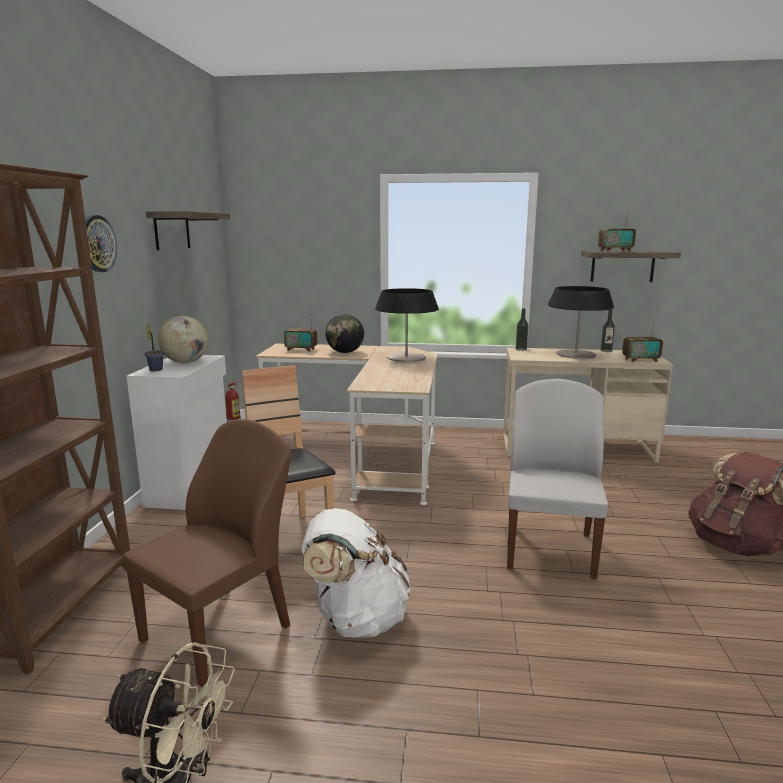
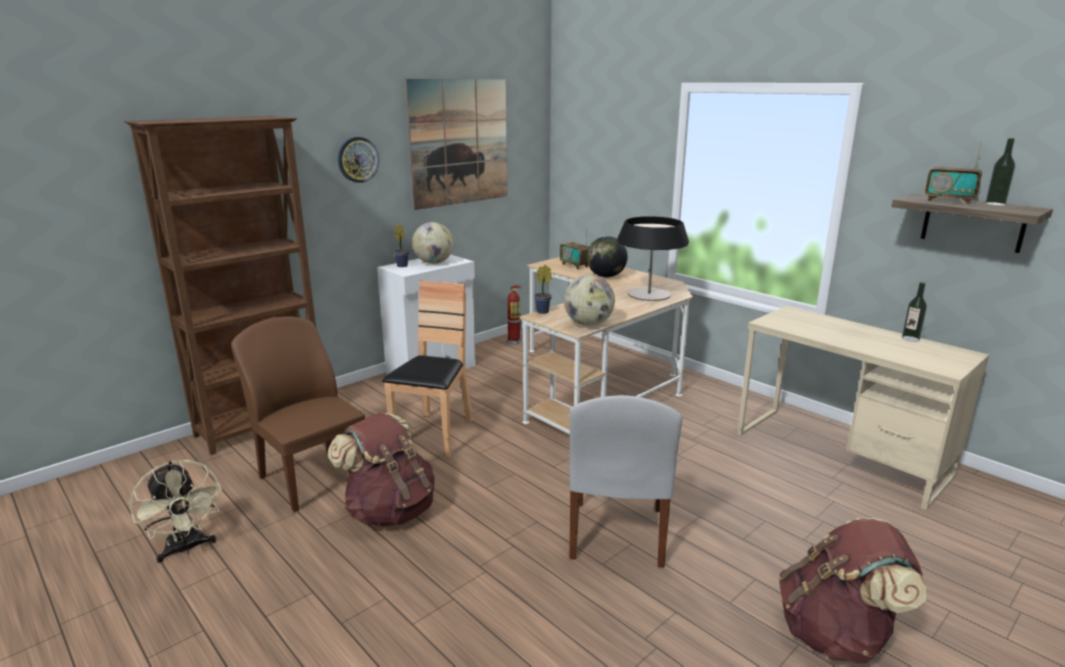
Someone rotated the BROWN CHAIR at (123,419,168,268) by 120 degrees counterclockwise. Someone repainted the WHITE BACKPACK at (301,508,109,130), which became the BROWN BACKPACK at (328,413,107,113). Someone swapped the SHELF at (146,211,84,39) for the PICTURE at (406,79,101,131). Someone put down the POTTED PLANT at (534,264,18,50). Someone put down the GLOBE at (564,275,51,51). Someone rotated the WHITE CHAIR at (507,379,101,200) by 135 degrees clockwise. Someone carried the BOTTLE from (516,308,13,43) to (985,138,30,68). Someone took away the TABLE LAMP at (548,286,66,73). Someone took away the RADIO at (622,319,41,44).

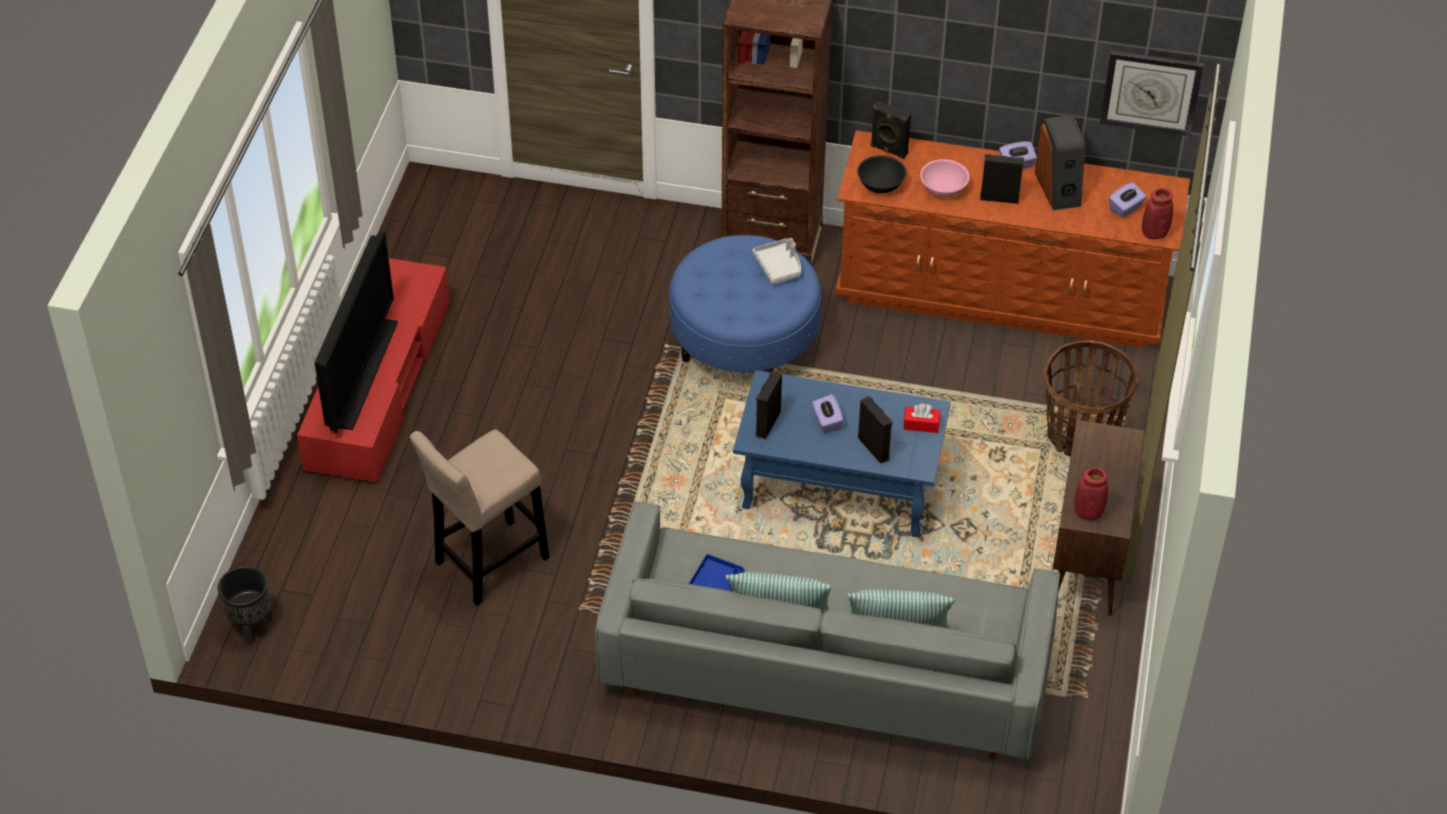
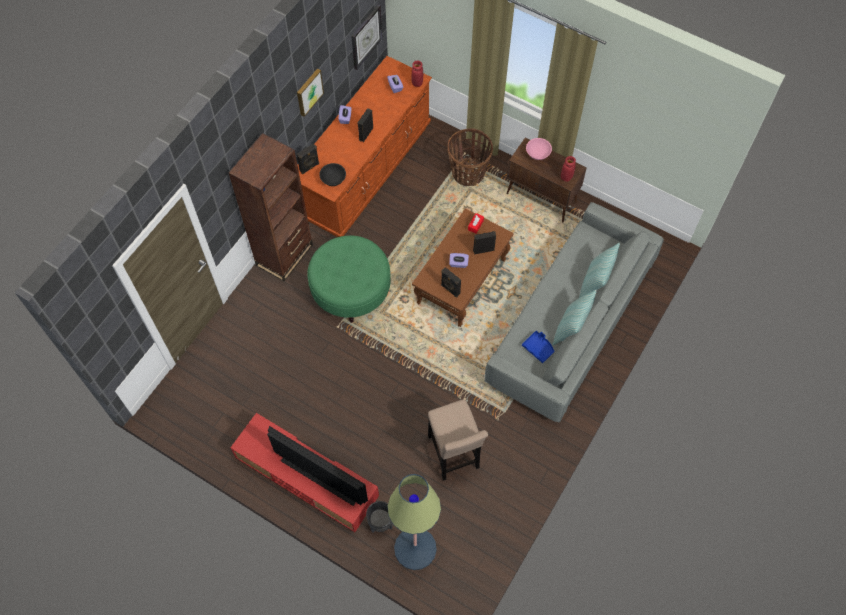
Someone put up the PICTURE at (297,69,27,48). Someone repainted the BLUE OTTOMAN at (669,235,152,138), which became the GREEN OTTOMAN at (307,236,84,87). Someone carried the BLACK PLANTER from (218,566,54,79) to (366,501,27,31). Someone put down the FLOOR LAMP at (387,474,54,96). Someone repainted the BLUE COFFEE TABLE at (733,370,218,167), which became the BROWN COFFEE TABLE at (412,208,102,119). Someone carried the PINK BOWL from (920,159,50,38) to (526,138,26,22). Someone took away the GREY TRAY at (753,238,48,46). Someone took away the SPEAKER at (1035,115,50,95).

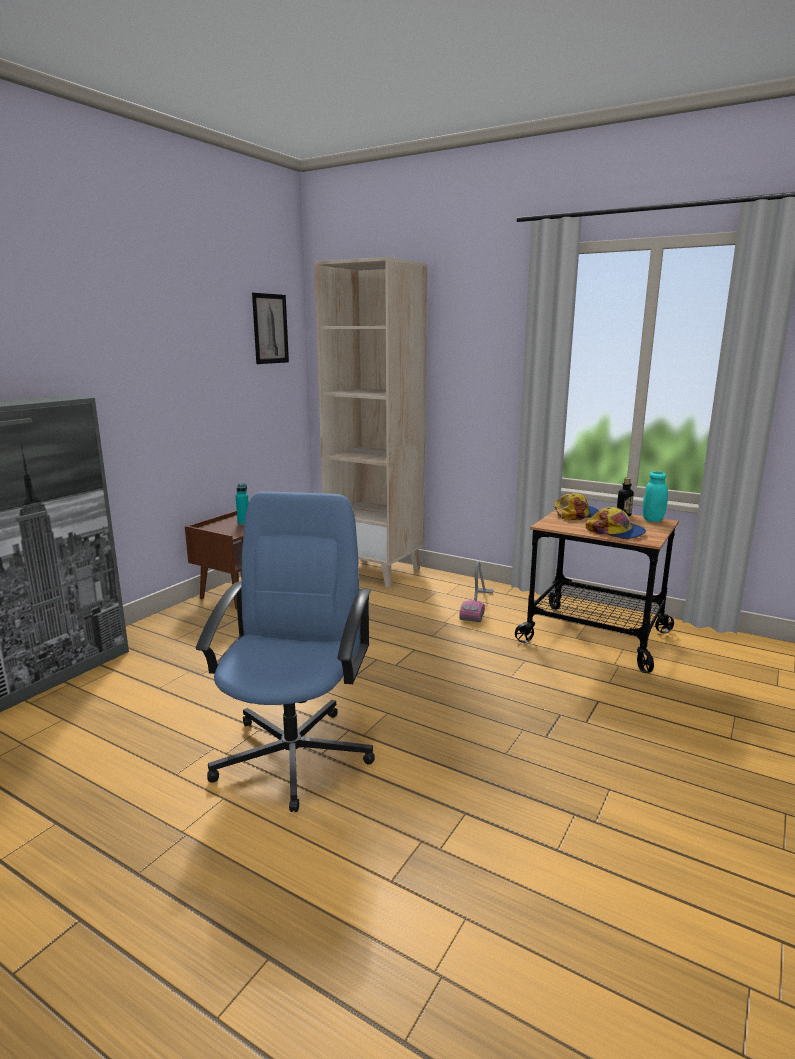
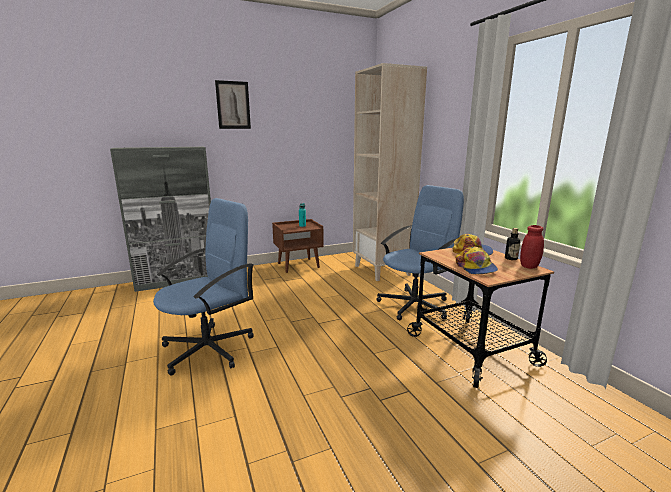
Someone carried the PICTURE from (252,293,37,71) to (215,80,36,49). Someone swapped the VACUUM CLEANER at (459,561,35,61) for the BLUE OFFICE CHAIR at (376,185,88,136). Someone repainted the TURQUOISE JAR at (643,471,25,51), which became the RED JAR at (520,225,24,44).

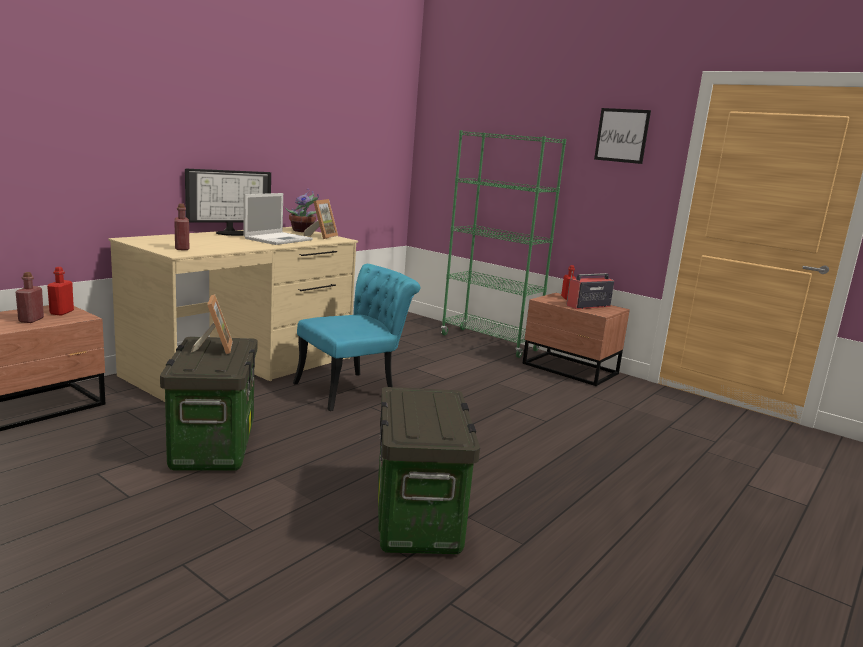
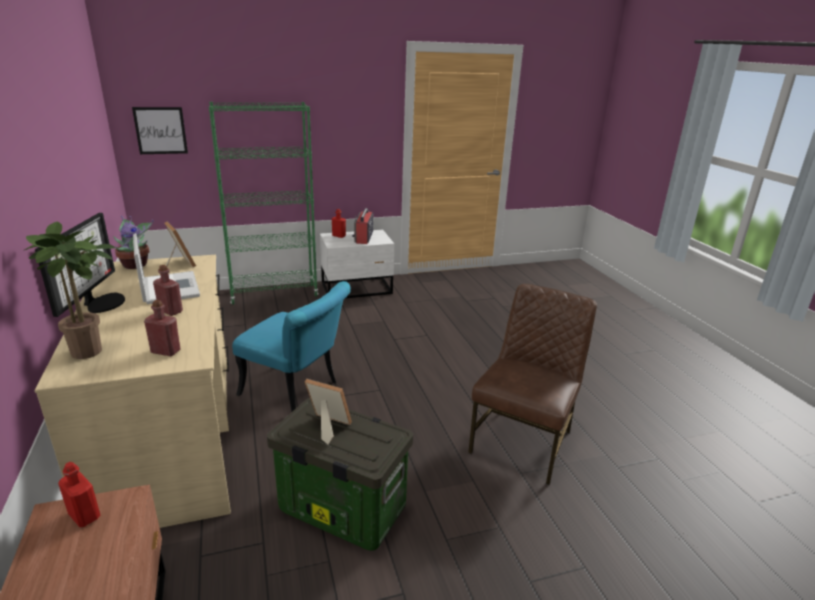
Someone put down the POTTED PLANT at (24,221,91,138). Someone carried the PICTURE from (594,108,57,56) to (132,107,56,47). Someone carried the RED BOTTLE from (16,272,28,51) to (153,265,30,51). Someone rotated the TURQUOISE CHAIR at (293,264,127,147) by 120 degrees clockwise. Someone repainted the BROWN NIGHTSTAND at (522,293,108,93), which became the WHITE NIGHTSTAND at (320,230,74,69). Someone swapped the STORAGE BOX at (378,387,102,167) for the BROWN CHAIR at (468,284,129,201).

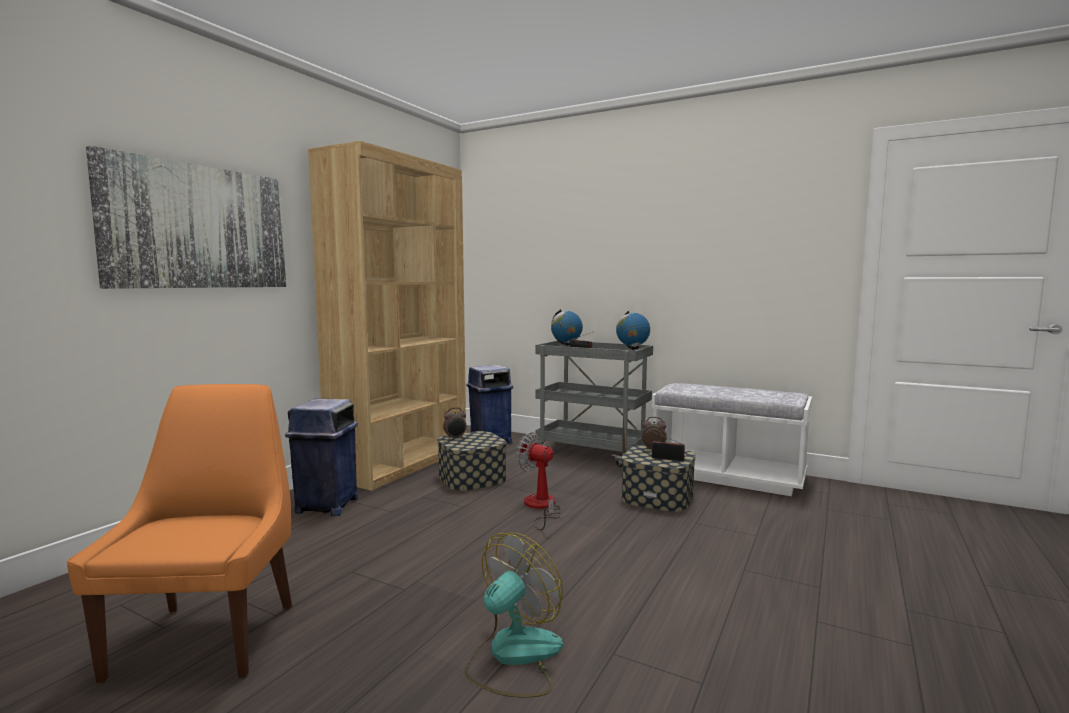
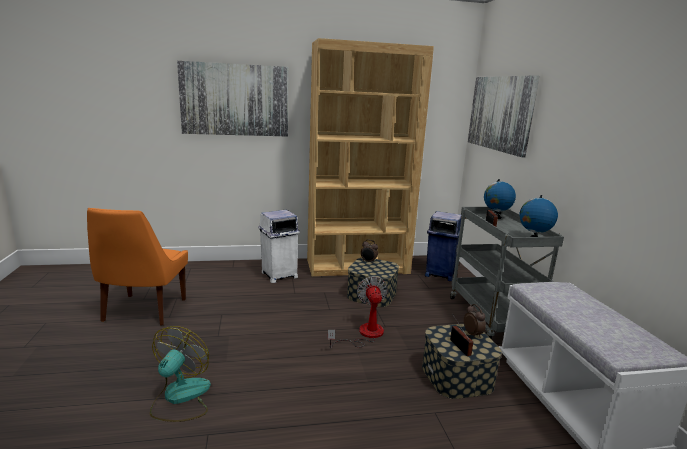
Someone rotated the ORANGE CHAIR at (67,384,225,299) by 135 degrees clockwise. Someone rotated the FAN at (465,533,98,164) by 75 degrees counterclockwise. Someone repainted the BLUE TRASH CAN at (285,399,73,117), which became the WHITE TRASH CAN at (258,210,42,73). Someone put up the PICTURE at (468,75,71,82).

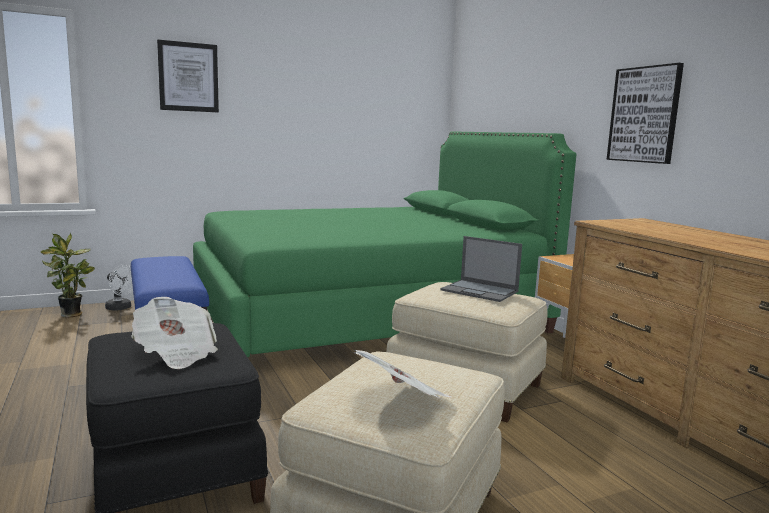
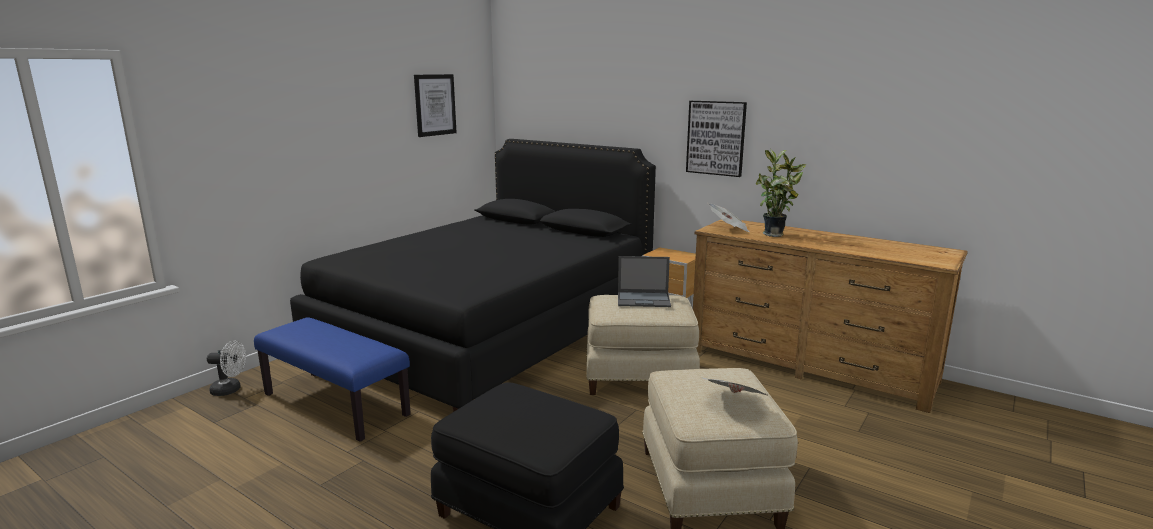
Someone repainted the GREEN BED at (193,132,383,225), which became the BLACK BED at (290,139,366,272). Someone carried the PICTURE from (157,39,62,73) to (414,74,43,63). Someone carried the NEWSPAPER from (132,297,86,72) to (707,203,42,29). Someone carried the POTTED PLANT from (41,233,54,85) to (756,149,50,88).

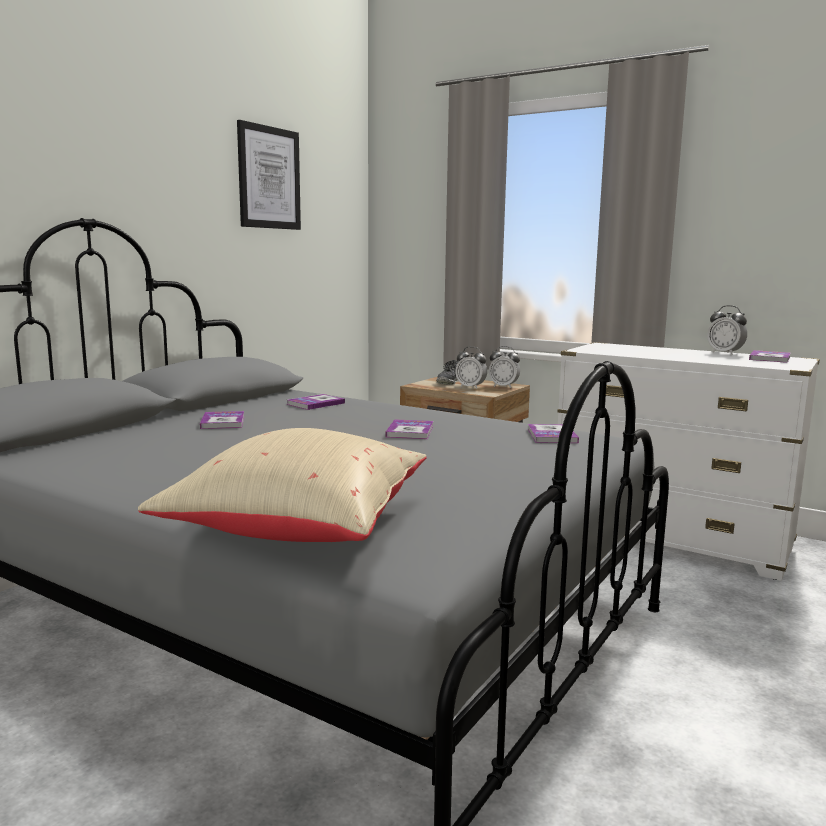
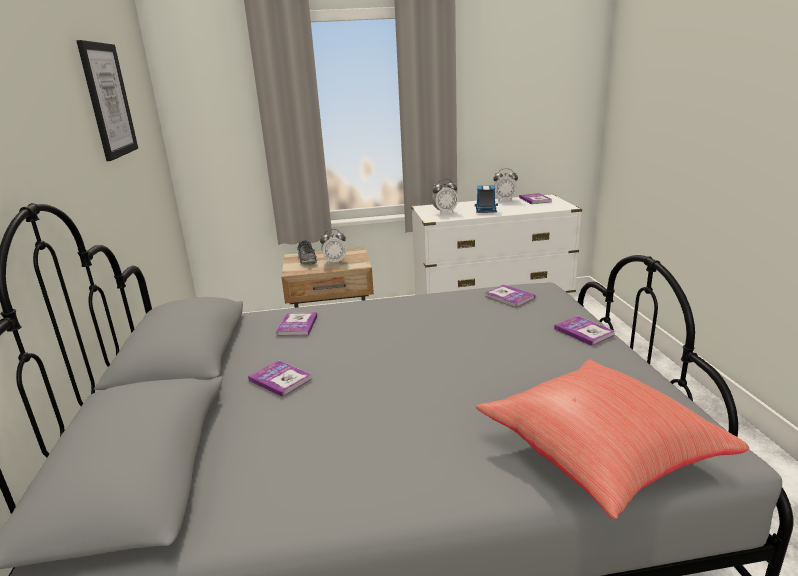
Someone carried the ALARM CLOCK from (489,346,31,42) to (432,179,26,35). Someone put down the TOY TRUCK at (475,185,23,28). Someone repainted the BEIGE PILLOW at (138,428,289,114), which became the RED PILLOW at (476,359,273,160). Someone carried the BOOK from (385,419,48,20) to (554,316,61,30).

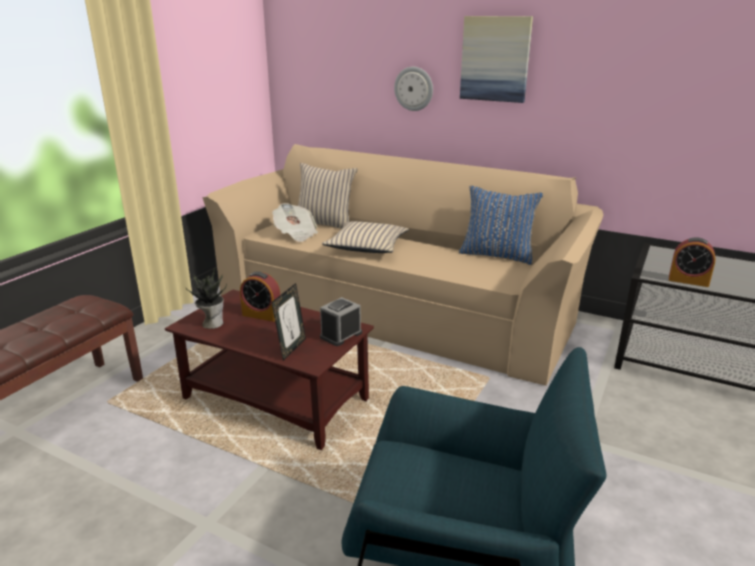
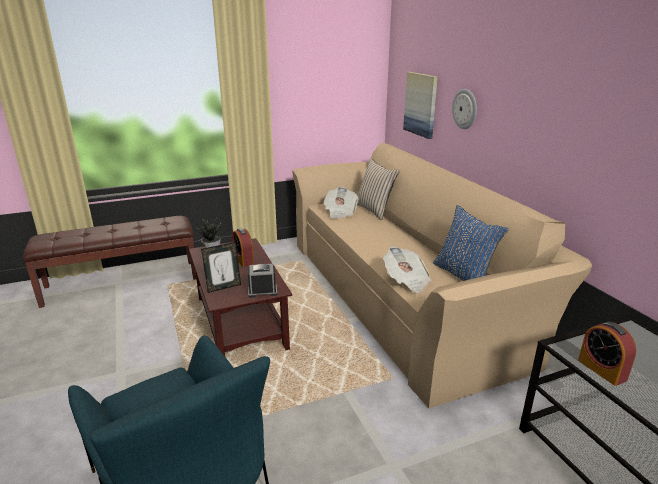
Someone put down the NEWSPAPER at (383,246,49,47). Someone carried the PICTURE from (460,16,73,87) to (403,72,35,67). Someone took away the BEIGE PILLOW at (322,221,87,32).

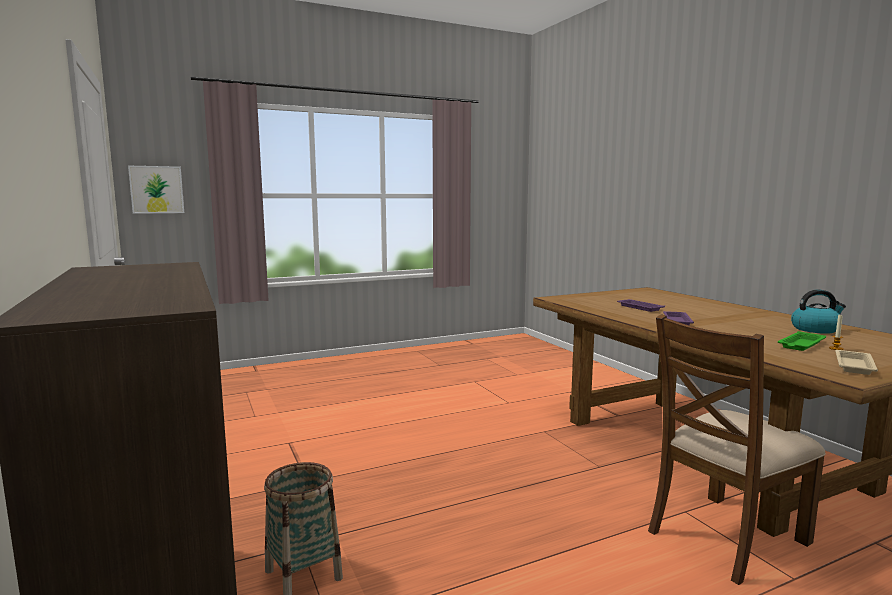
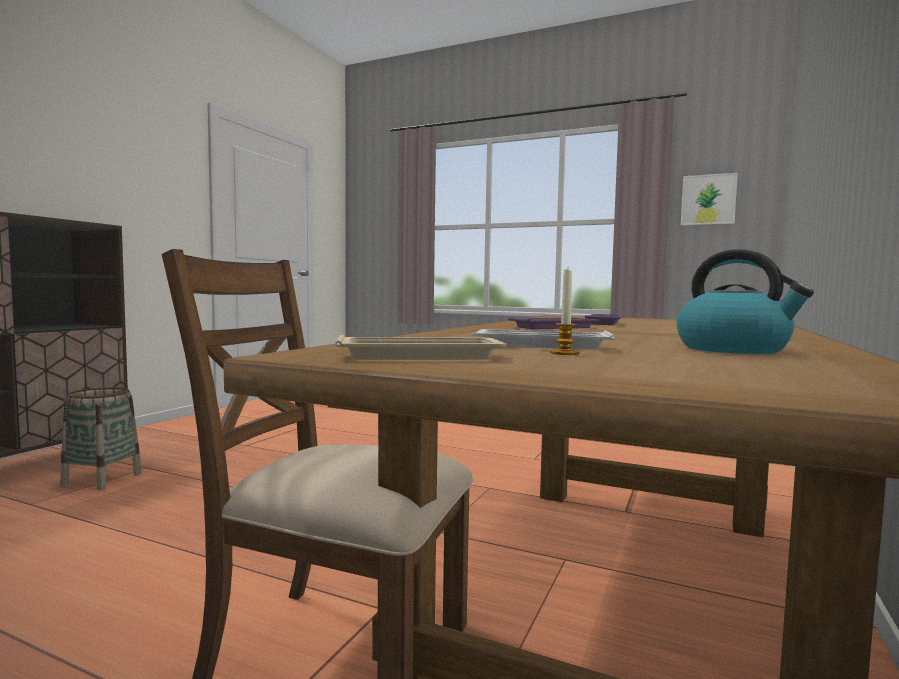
Someone repainted the GREEN TRAY at (778,331,48,20), which became the WHITE TRAY at (471,329,144,21). Someone carried the PICTURE from (128,166,56,48) to (681,173,57,52).

